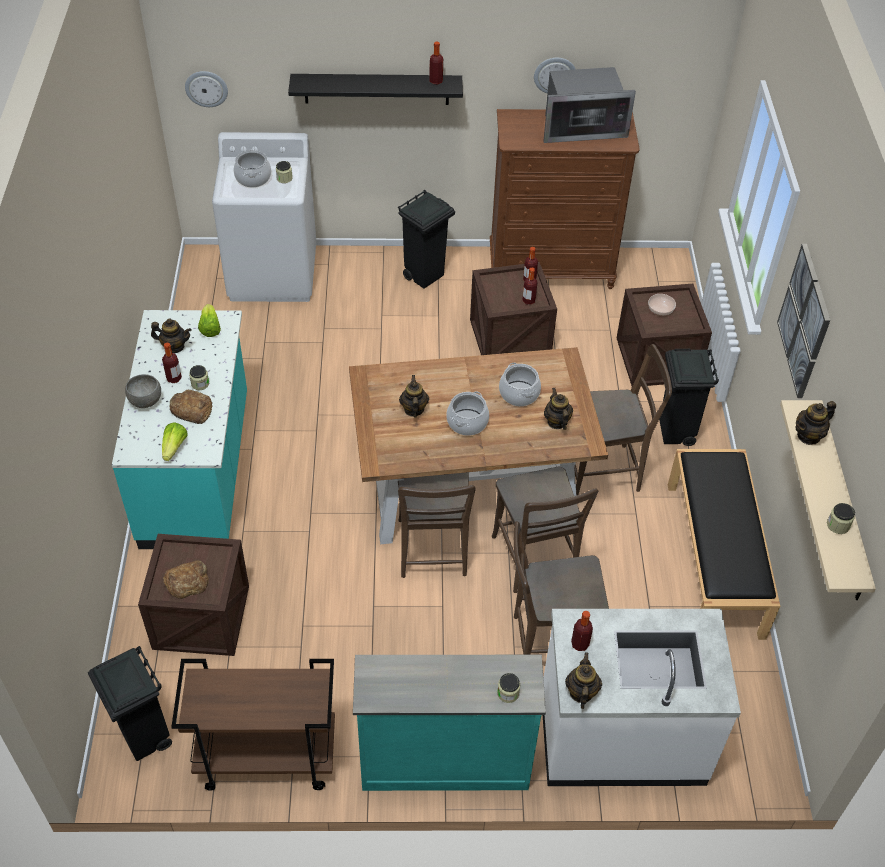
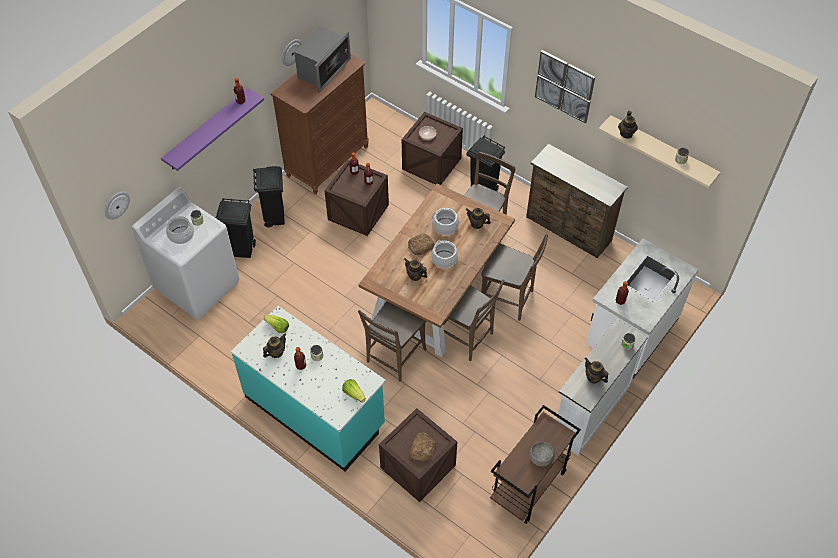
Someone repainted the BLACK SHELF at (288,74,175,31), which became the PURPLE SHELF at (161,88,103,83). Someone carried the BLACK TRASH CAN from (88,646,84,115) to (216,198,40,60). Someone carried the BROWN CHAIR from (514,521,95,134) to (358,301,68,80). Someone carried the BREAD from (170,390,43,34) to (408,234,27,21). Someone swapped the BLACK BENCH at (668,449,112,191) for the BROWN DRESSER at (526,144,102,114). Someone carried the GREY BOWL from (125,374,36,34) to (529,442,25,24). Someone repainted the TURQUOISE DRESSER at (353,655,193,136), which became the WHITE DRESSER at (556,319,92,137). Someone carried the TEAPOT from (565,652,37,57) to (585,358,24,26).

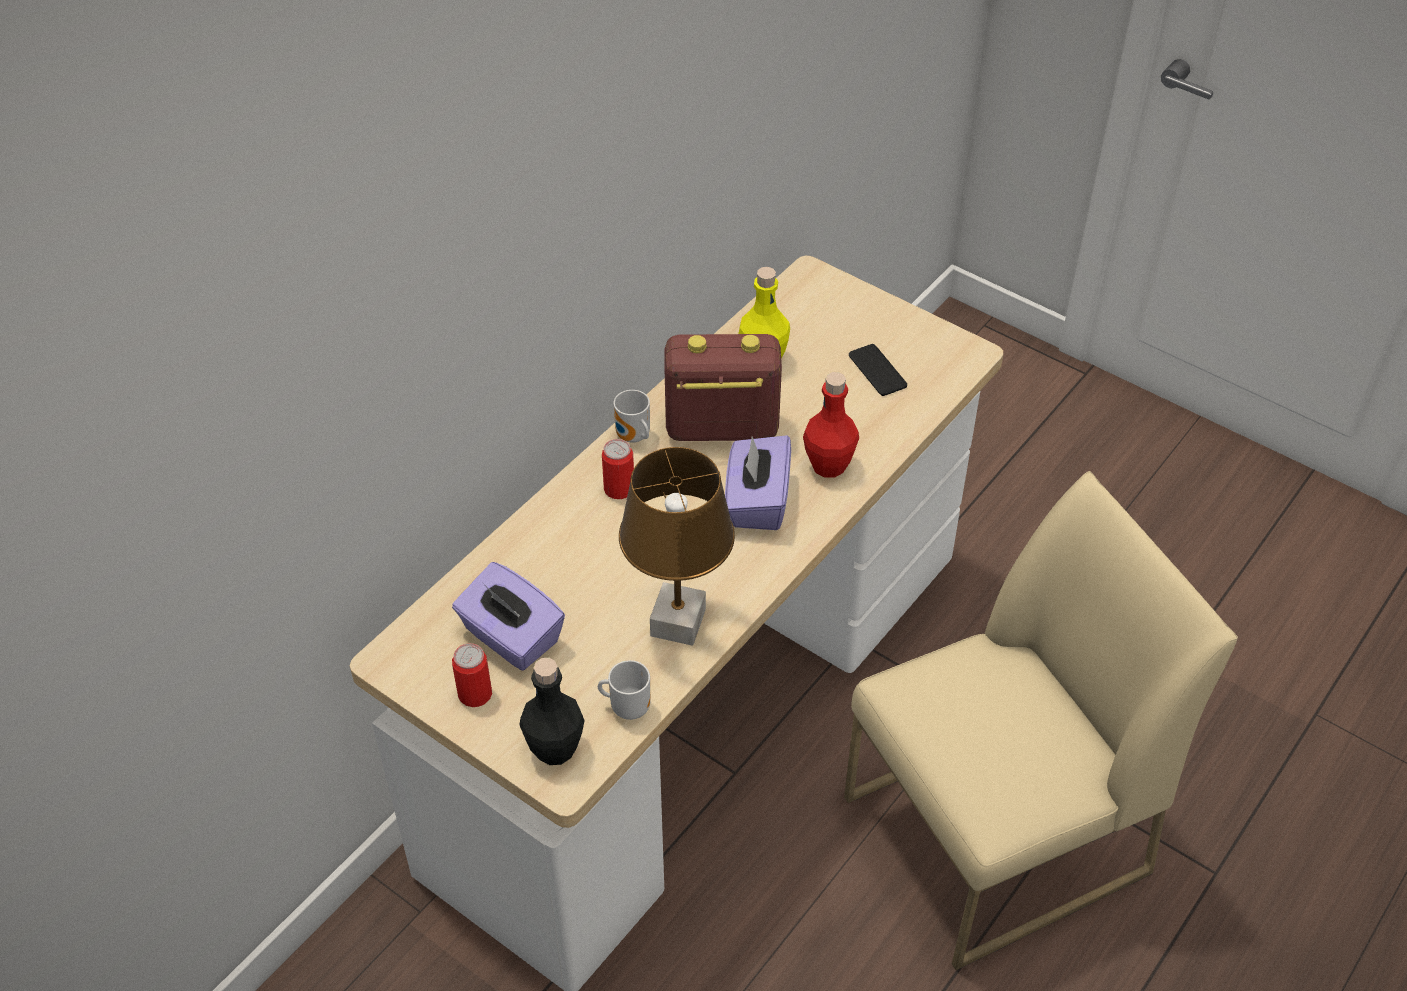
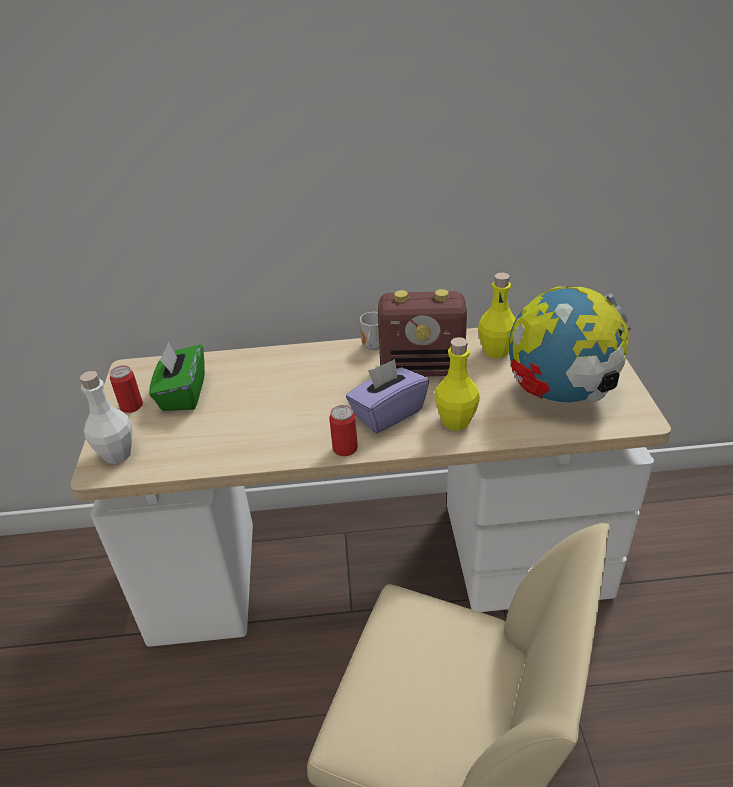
Someone repainted the BLACK BOTTLE at (519,658,66,107), which became the WHITE BOTTLE at (80,371,53,93). Someone repainted the PURPLE TISSUE BOX at (452,562,113,109), which became the GREEN TISSUE BOX at (149,342,56,69). Someone carried the CAN from (602,439,32,60) to (329,405,29,51). Someone rotated the RADIO at (664,334,118,107) by 135 degrees clockwise. Someone repainted the RED BOTTLE at (803,372,56,106), which became the YELLOW BOTTLE at (435,337,45,94). Someone swapped the PHONE at (849,344,58,52) for the GLOBE at (509,286,122,117). Someone took away the MUG at (598,660,52,60). Someone took away the BROWN TABLE LAMP at (619,447,116,199).

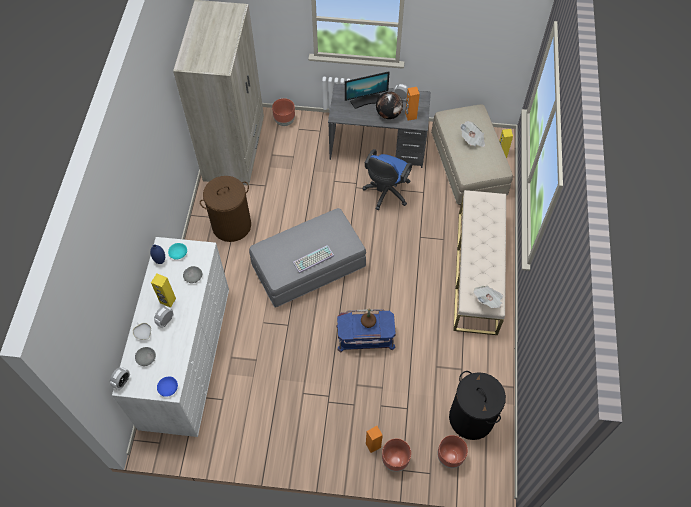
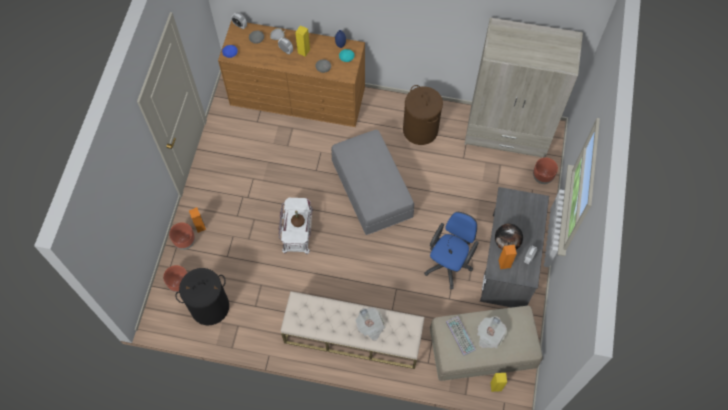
Someone repainted the WHITE DRESSER at (112,237,117,200), which became the BROWN DRESSER at (218,20,147,107). Someone repainted the BLUE STORAGE BOX at (336,309,60,43), which became the WHITE STORAGE BOX at (279,198,34,56). Someone carried the NEWSPAPER from (474,286,30,22) to (356,307,29,34). Someone rotated the BLUE OFFICE CHAIR at (363,149,49,61) by 90 degrees clockwise. Someone carried the KEYBOARD from (293,245,41,28) to (446,316,30,40). Someone took away the MONITOR at (345,71,45,38).

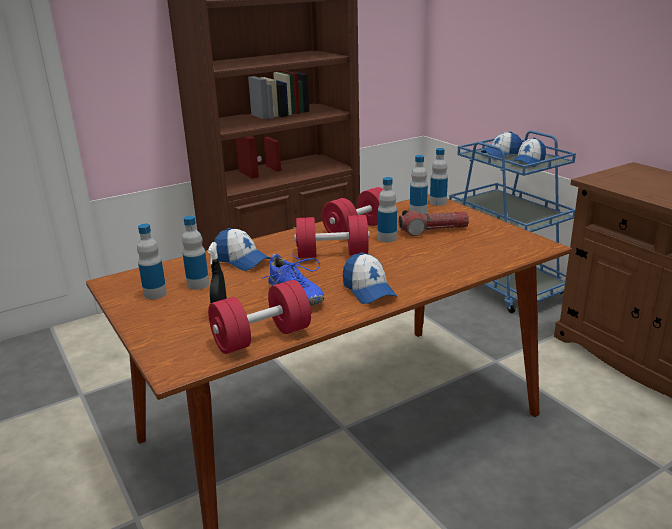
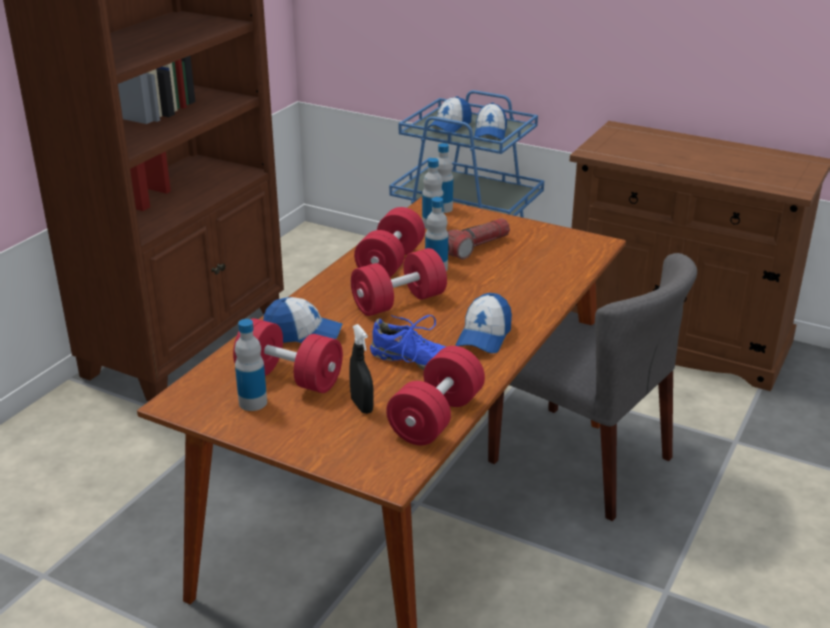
Someone swapped the BOTTLE at (182,216,27,74) for the RED DUMBBELL at (233,318,110,75). Someone rotated the CAP at (343,252,54,52) by 75 degrees clockwise. Someone put down the GREY CHAIR at (488,253,209,268).

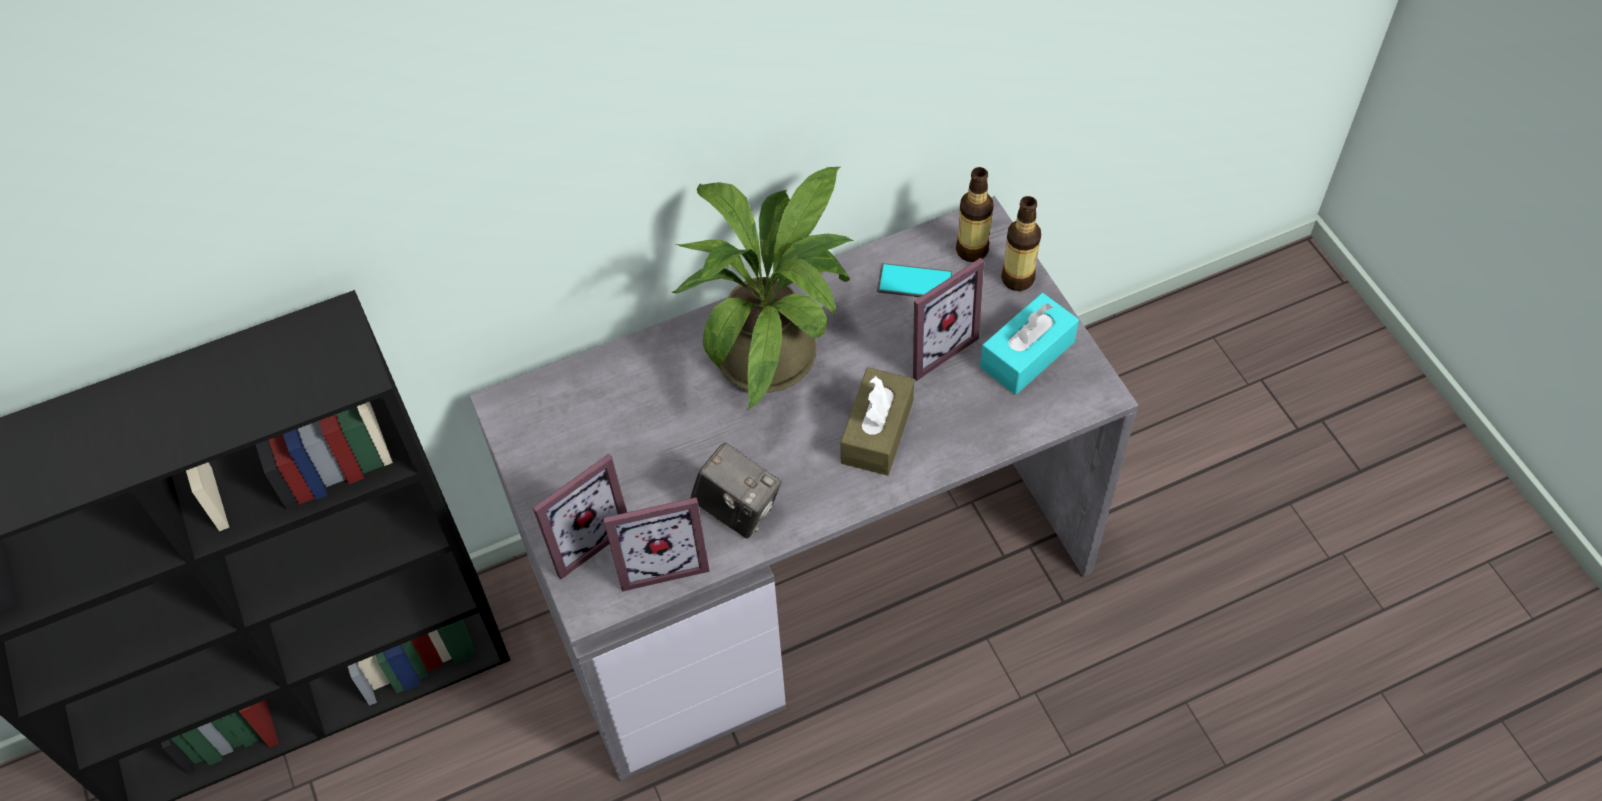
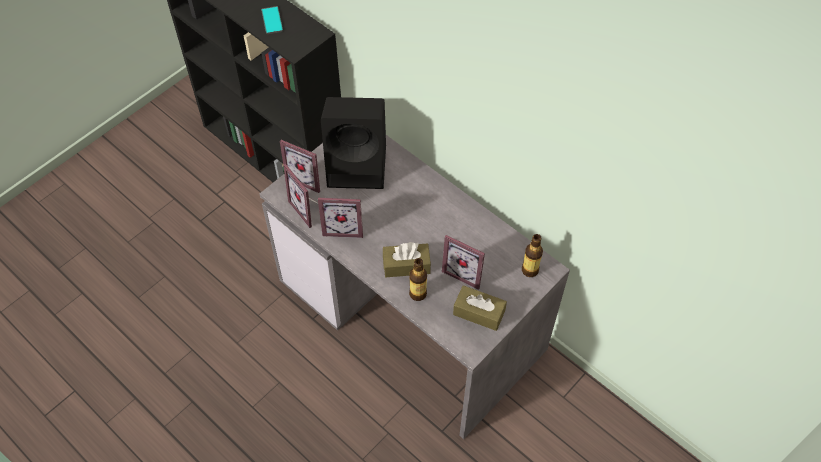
Someone carried the PHONE from (877,263,75,34) to (261,6,22,28). Someone swapped the PHOTO CAMERA at (690,442,91,97) for the PICTURE FRAME at (318,198,45,40). Someone put down the BLACK SPEAKER at (321,97,65,92). Someone carried the BOTTLE from (1001,196,40,95) to (409,258,18,43). Someone repainted the TURQUOISE TISSUE BOX at (980,293,99,102), which became the BROWN TISSUE BOX at (453,285,54,46). Someone took away the POTTED PLANT at (671,167,183,243).

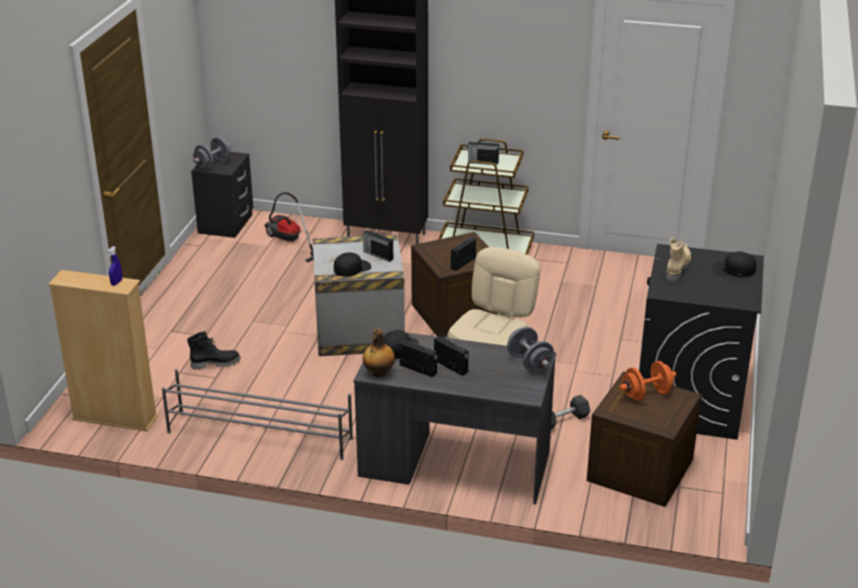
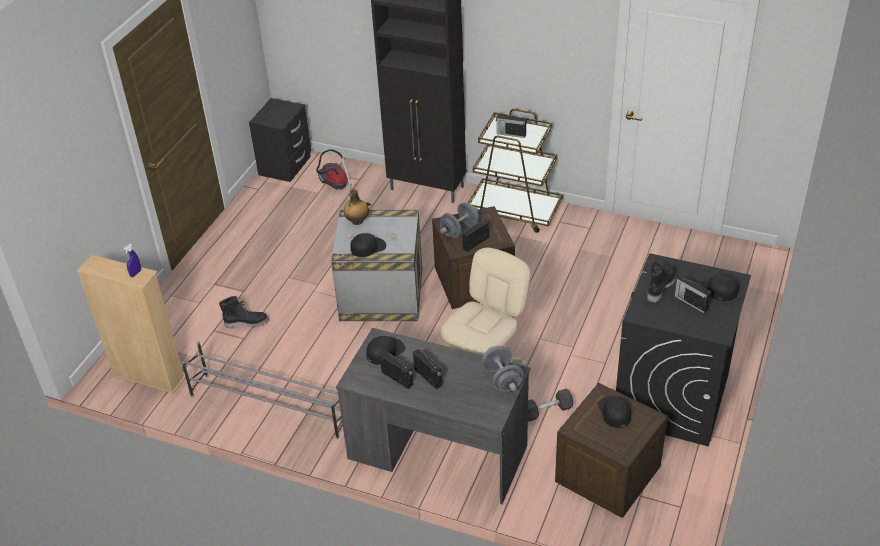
Someone carried the BOTTLE from (363,329,32,48) to (344,189,25,36). Someone carried the GREY DUMBBELL from (193,137,38,33) to (440,202,39,36). Someone swapped the ORANGE DUMBBELL at (619,361,57,40) for the BLACK CAP at (598,396,33,32). Someone repainted the BEIGE BOOT at (666,237,25,45), which became the BLACK BOOT at (647,260,30,43). Someone carried the RADIO from (363,230,30,32) to (674,275,37,38).

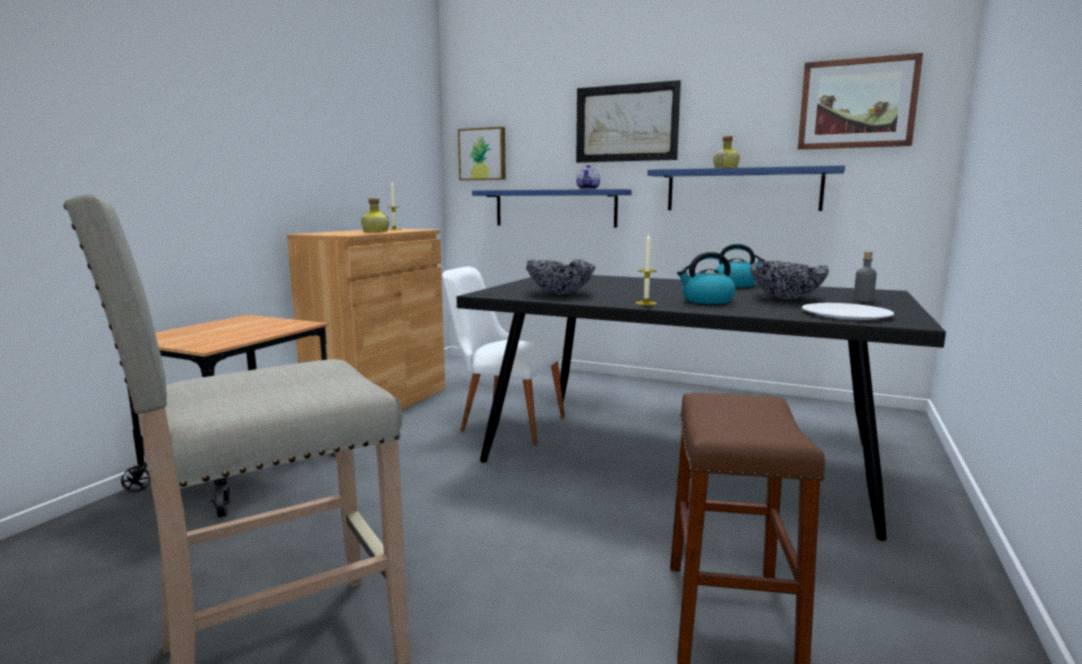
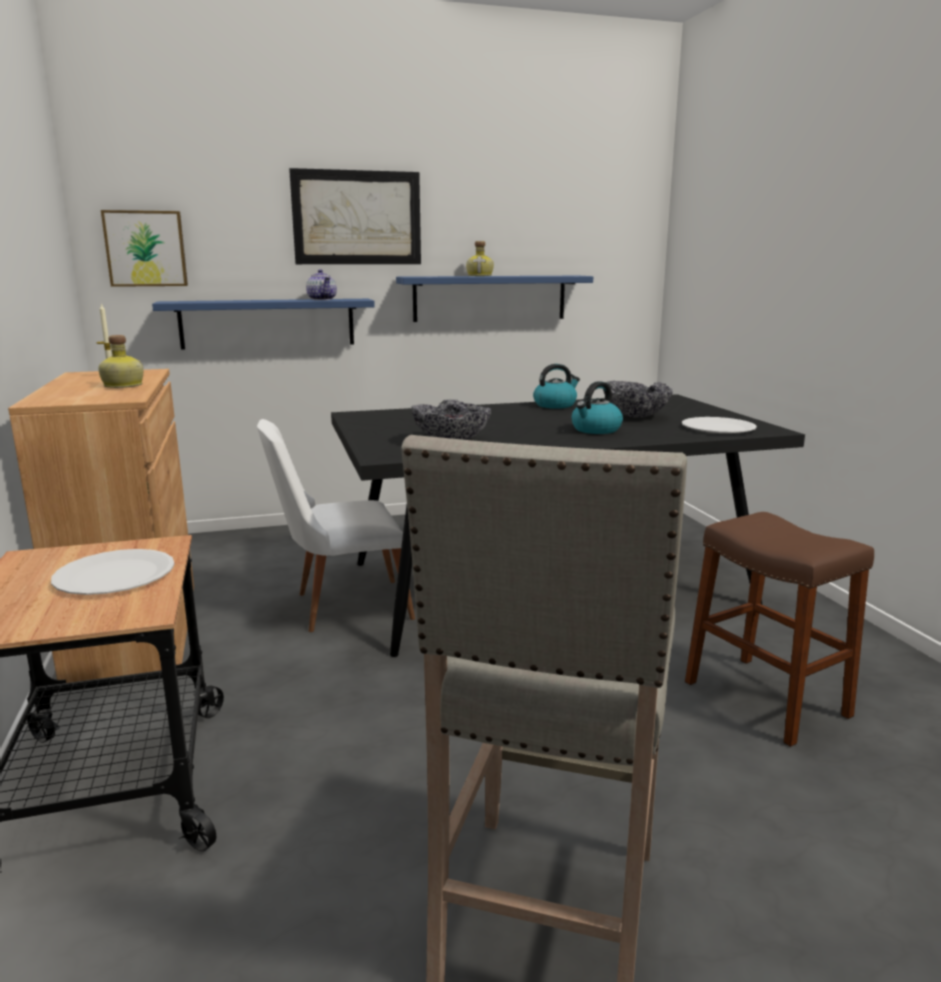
Someone put down the WHITE PLATE at (51,549,124,46). Someone took away the CANDLE at (635,234,22,71). Someone took away the PICTURE at (798,53,125,97). Someone took away the GREY BOTTLE at (853,252,24,50).

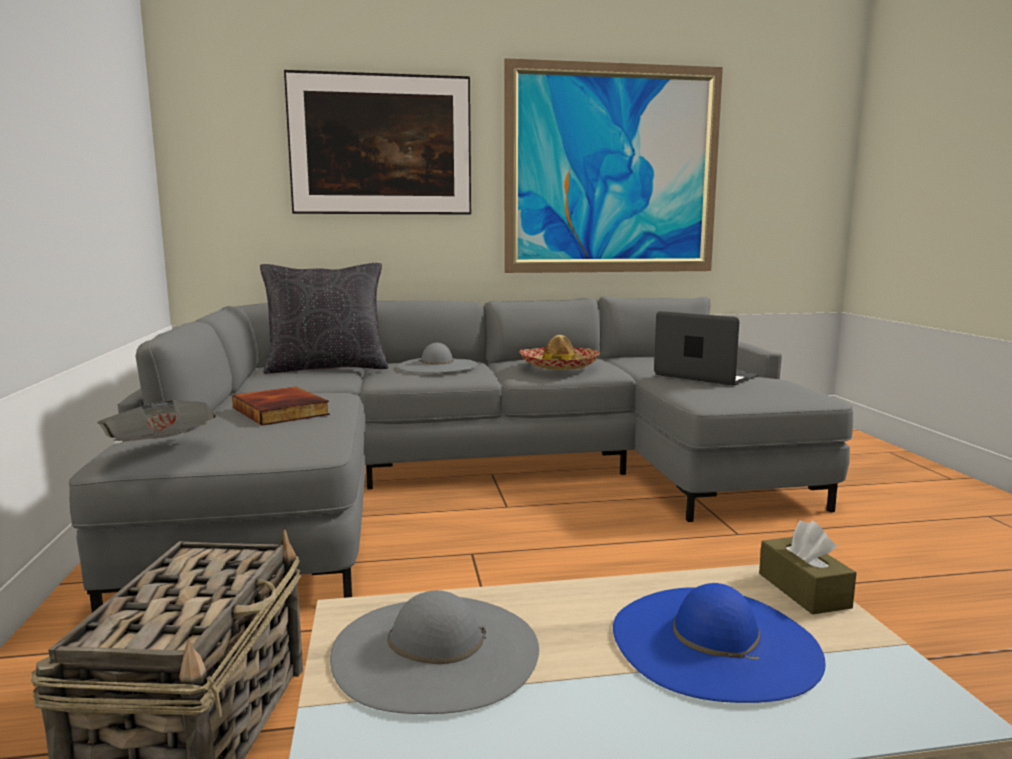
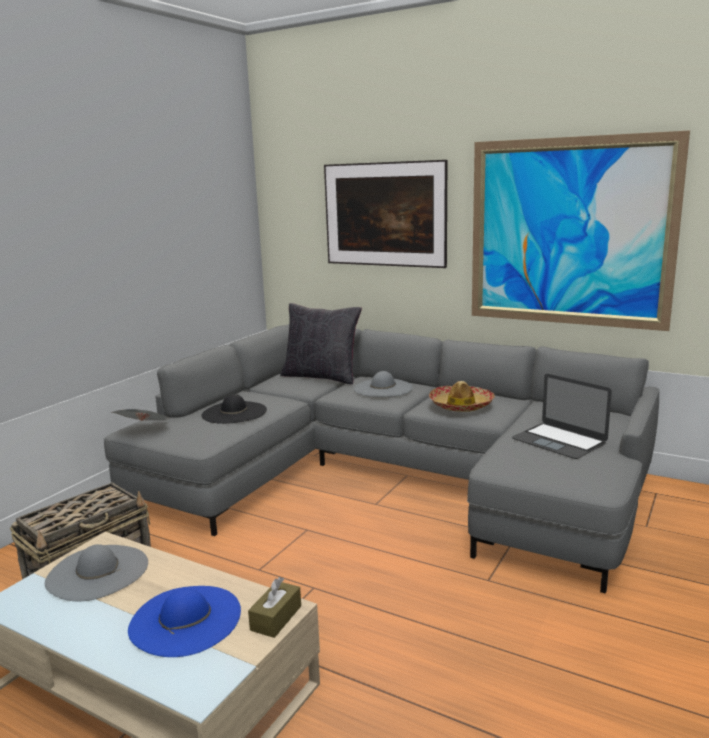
Someone swapped the BOOK at (232,387,98,39) for the BLACK HAT at (202,394,65,30). Someone rotated the LAPTOP at (654,311,105,74) by 150 degrees clockwise.

